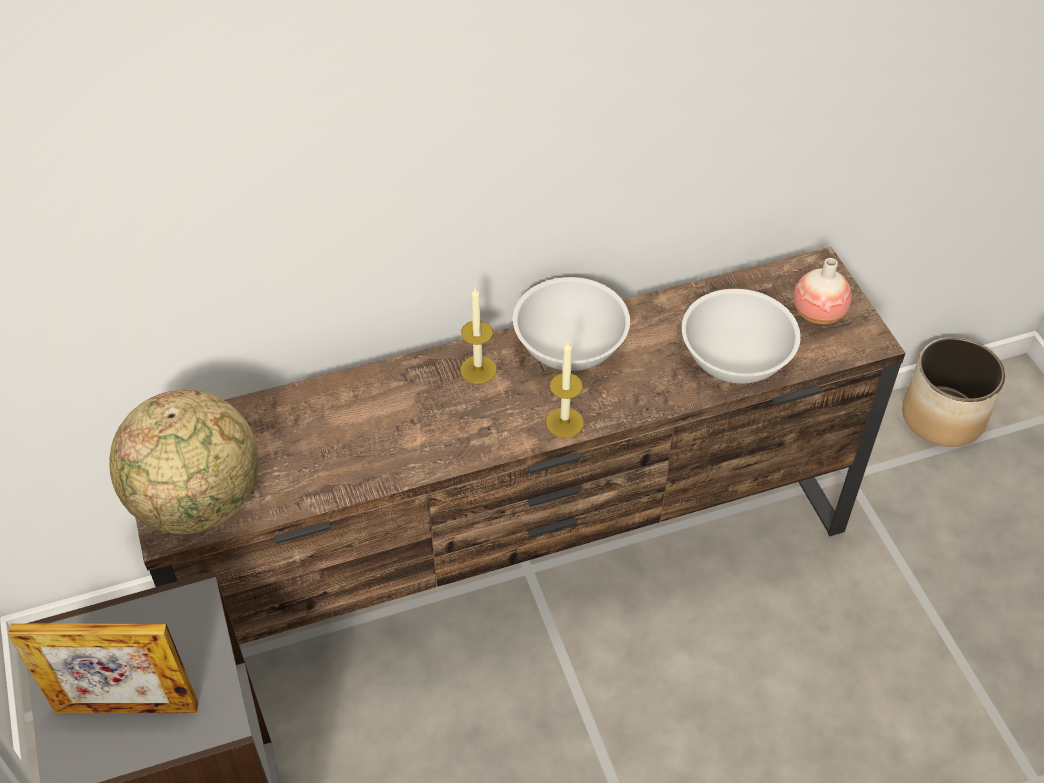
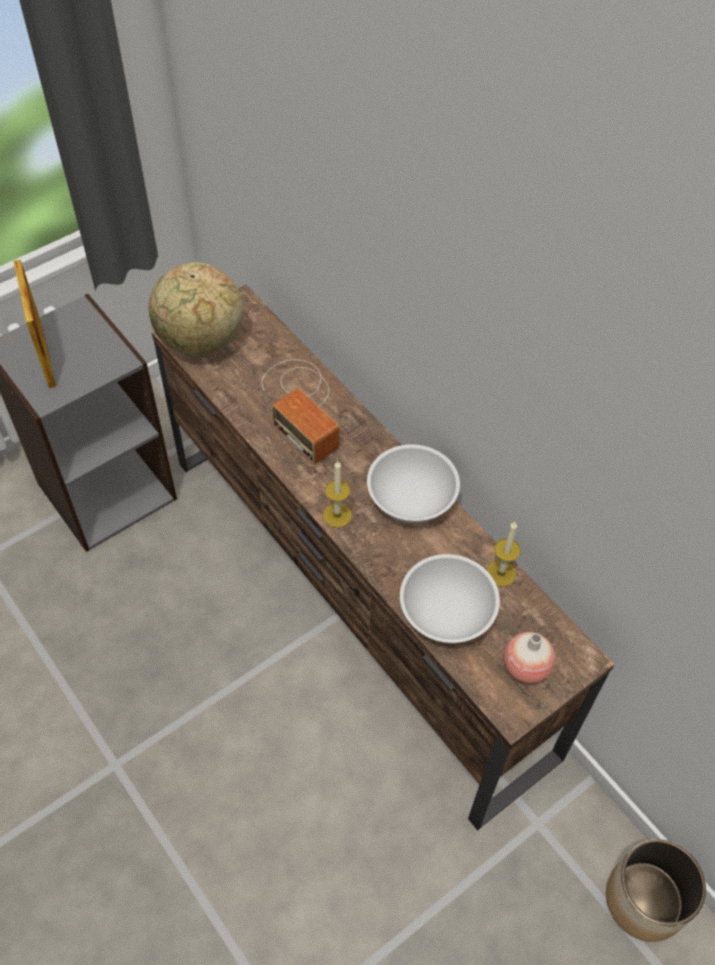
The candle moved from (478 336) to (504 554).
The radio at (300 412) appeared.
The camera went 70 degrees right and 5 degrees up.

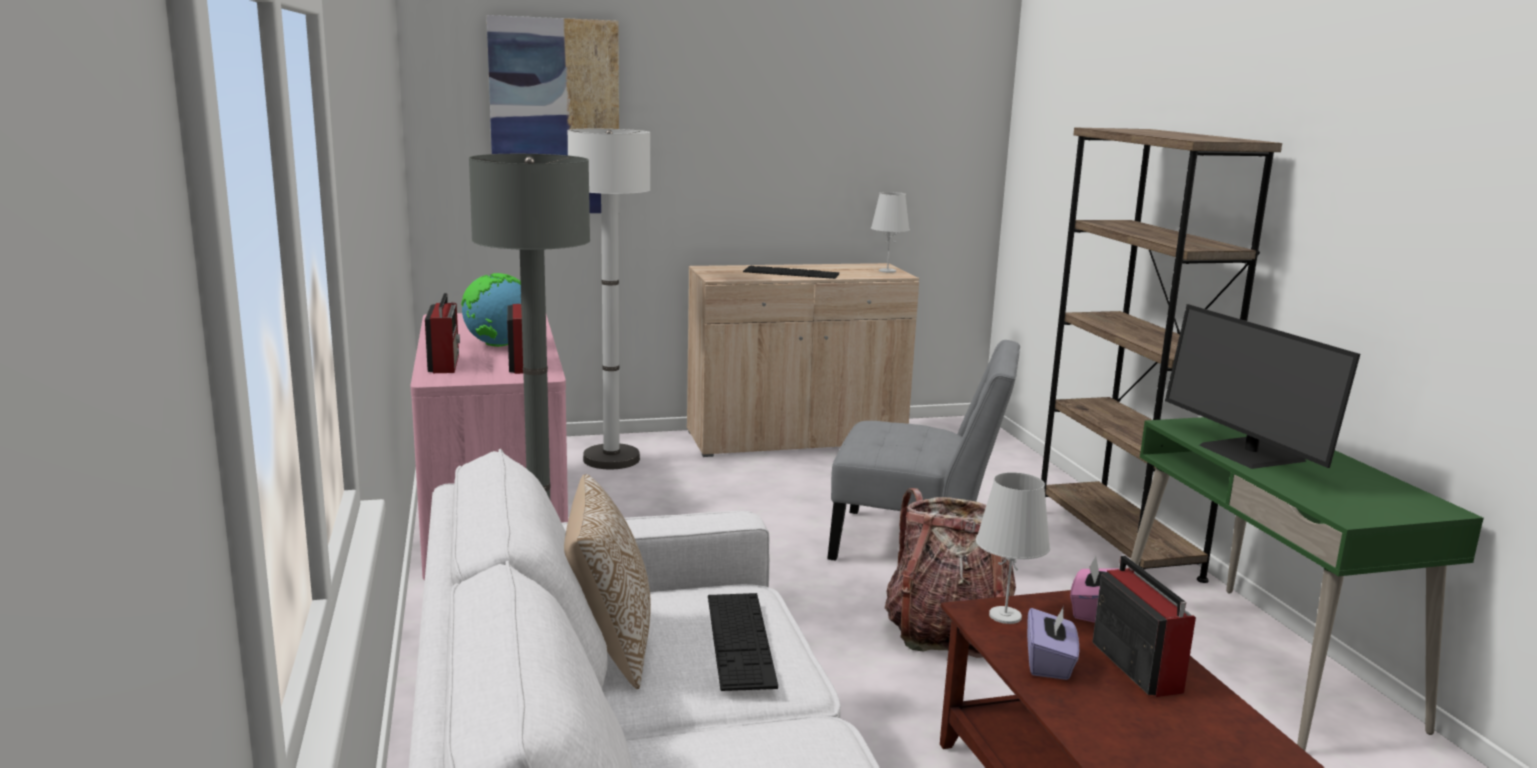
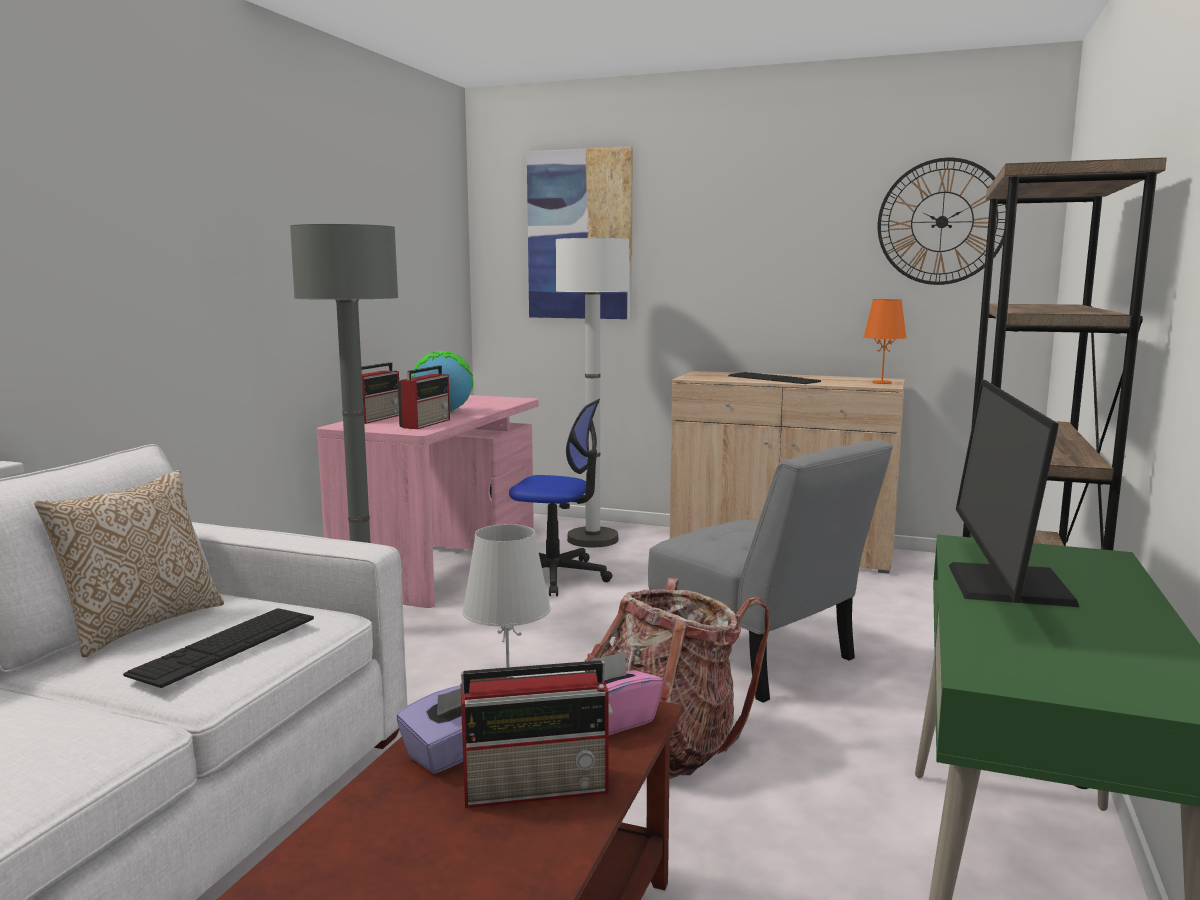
The table lamp (white) at (890 232) became the table lamp (orange) at (885 341).
The radio at (1144 626) turned 60 degrees clockwise.
The office chair at (560 497) appeared.
The wall clock at (942 221) appeared.
The camera went 35 degrees right and 5 degrees down.

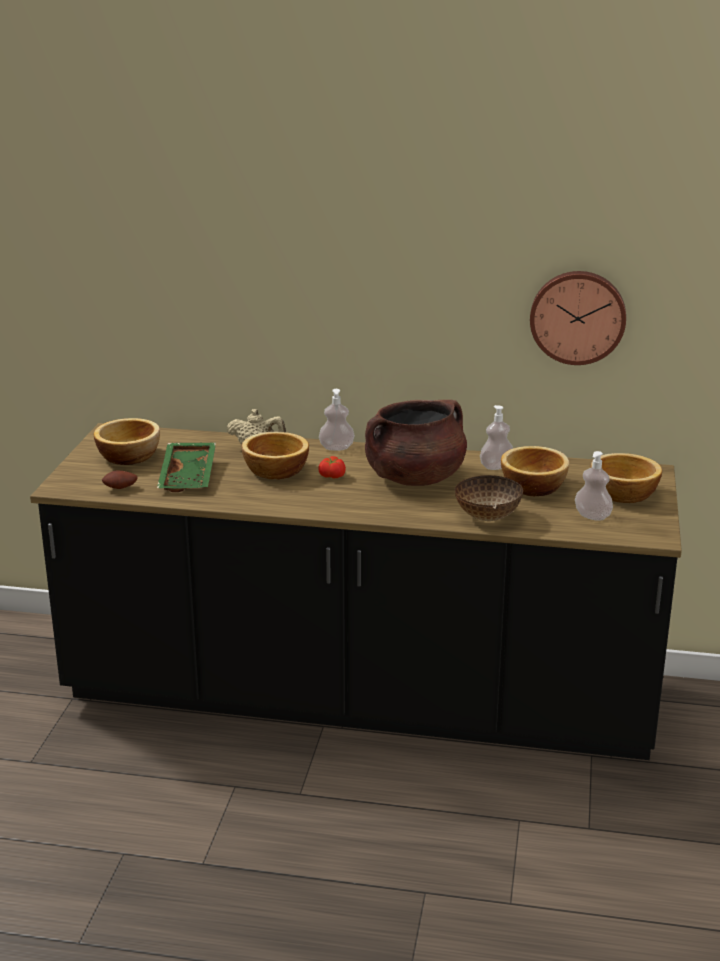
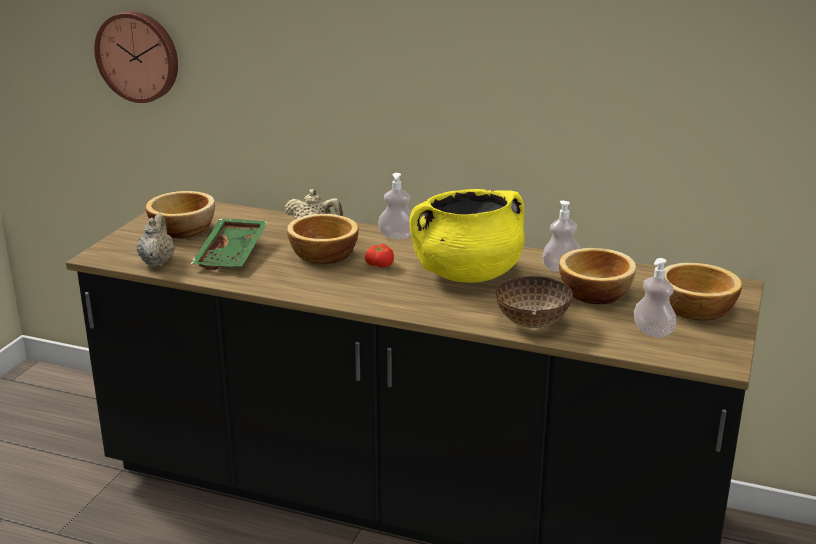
The potato at (119 480) was replaced by the teapot (beige) at (155 240).
The cooking pot (brown) at (416 442) became the cooking pot (yellow) at (467 236).
The wall clock moved from (578 318) to (136 57).
The camera went 10 degrees right and 0 degrees up.

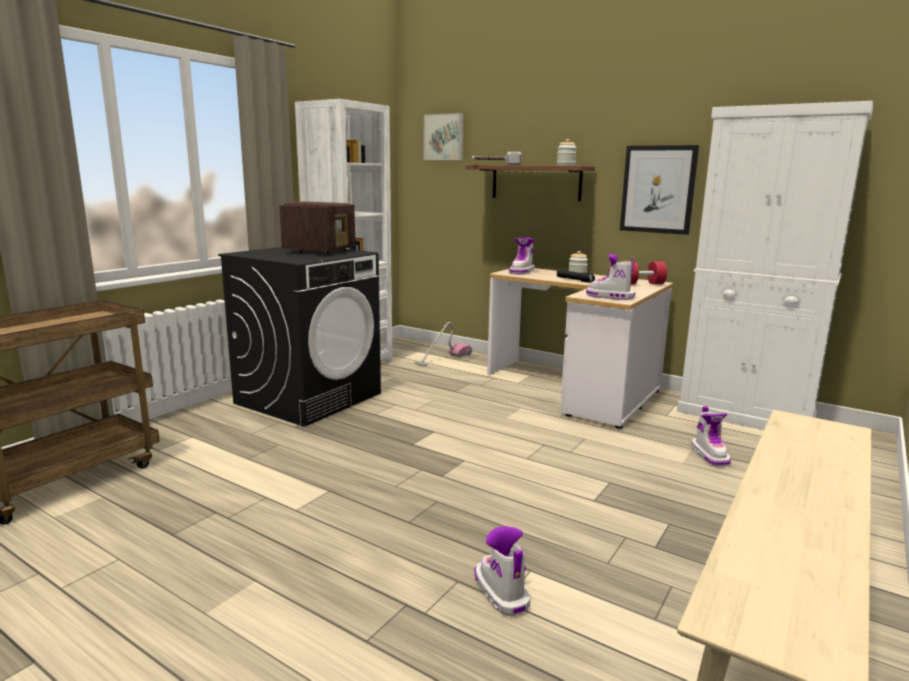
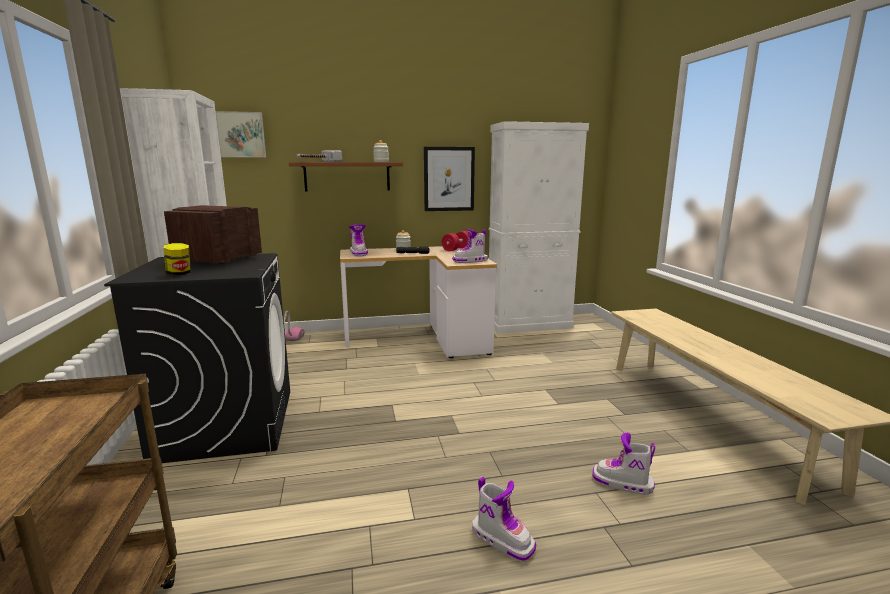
The radio at (317 228) turned 135 degrees counterclockwise.
The boot moved from (711 436) to (504 519).
The jar at (177 259) appeared.
The camera went 45 degrees left and 0 degrees up.

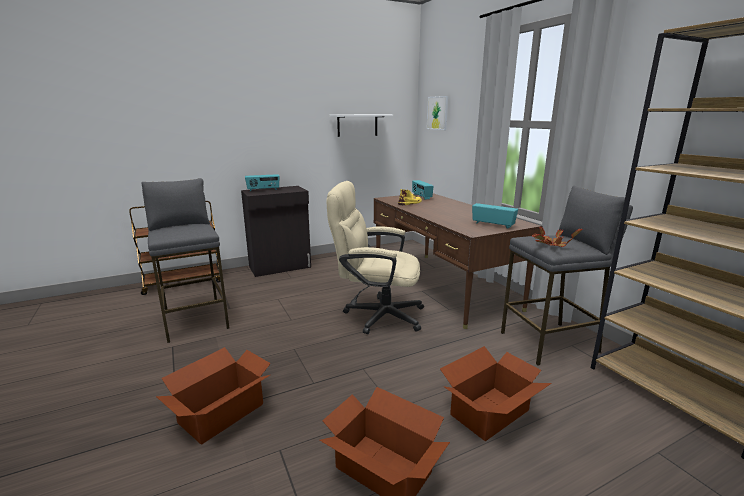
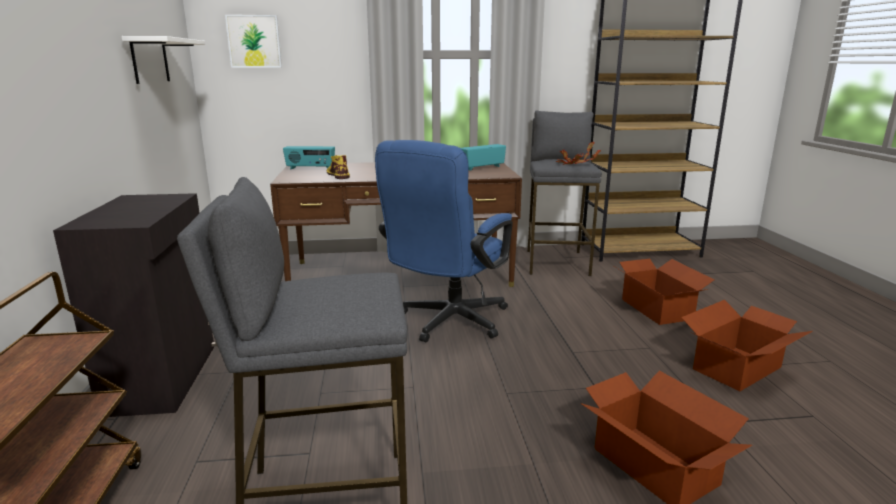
The radio at (262 182) disappeared.
The office chair (beige) at (375 257) became the office chair (blue) at (444 241).
The camera went 70 degrees left and 0 degrees up.

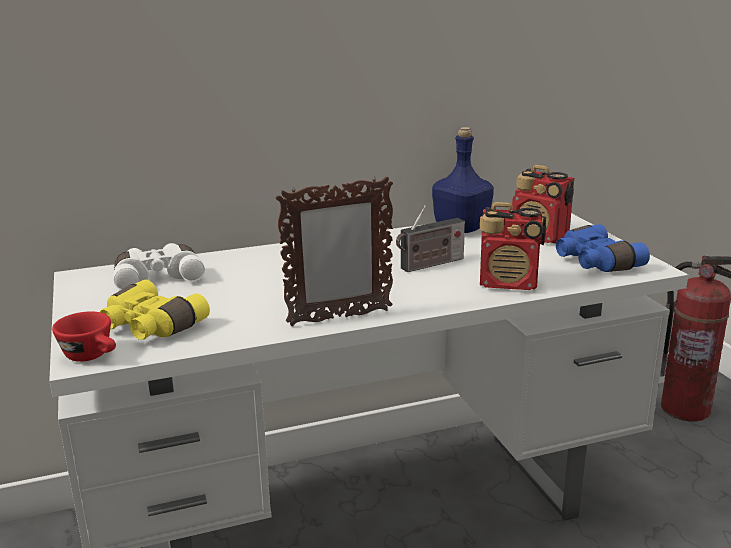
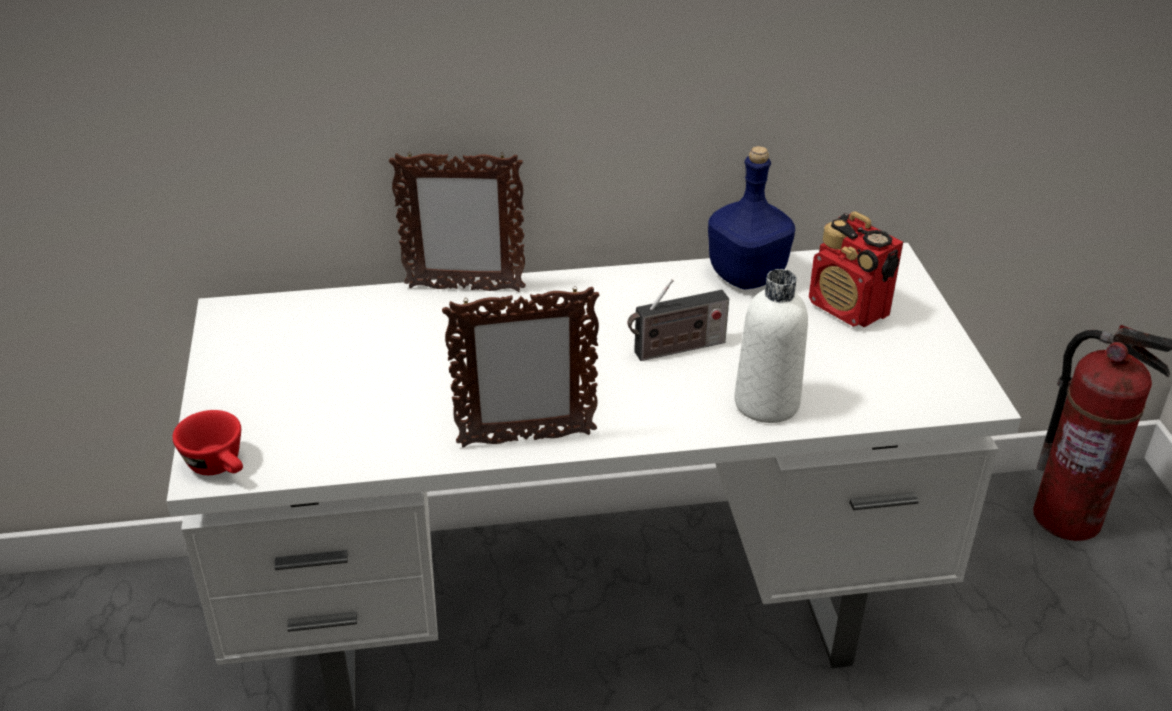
The binoculars (yellow) at (155 310) disappeared.
The binoculars (white) at (159 266) disappeared.
The radio at (513 246) was replaced by the bottle (white) at (771 346).
The binoculars (blue) at (603 248) disappeared.
The picture frame at (457 222) appeared.
The camera went 10 degrees right and 15 degrees up.

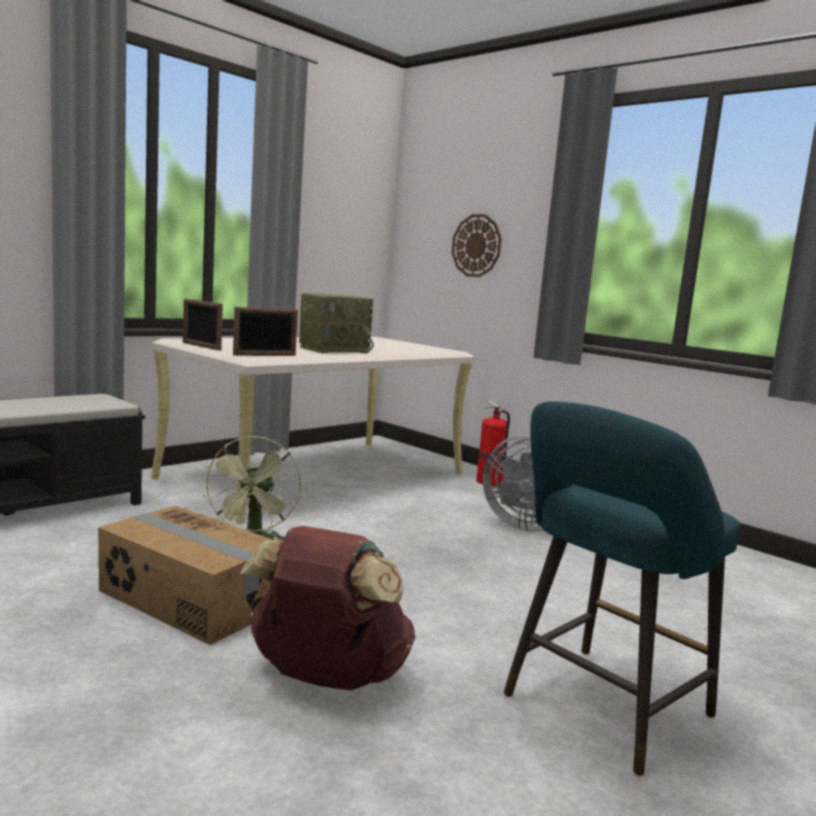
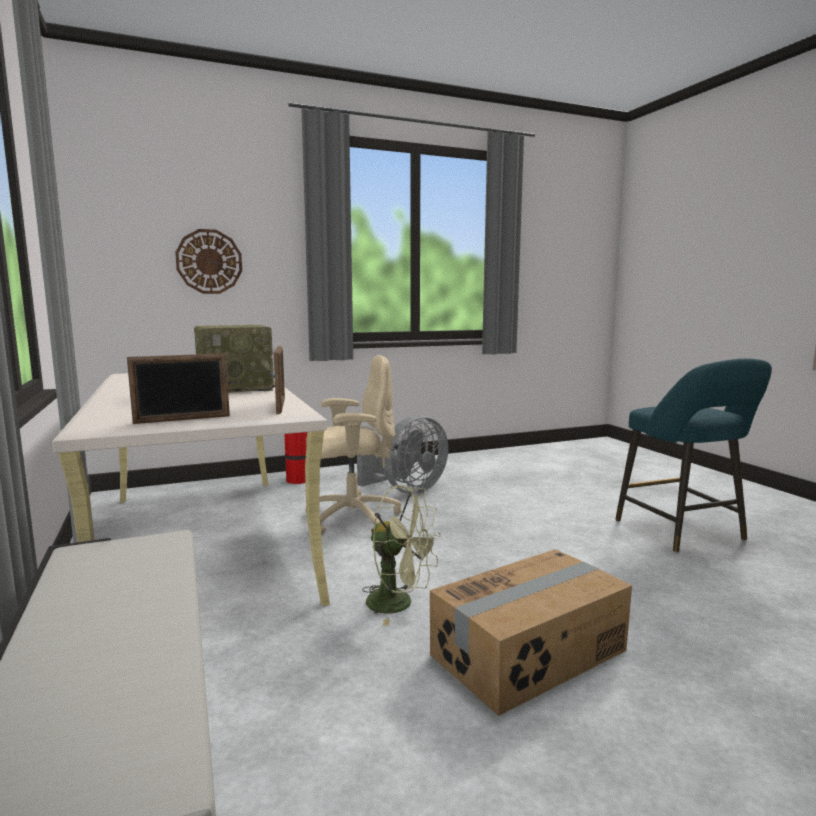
The backpack (brown) at (327 608) disappeared.
The radio at (336 323) turned 75 degrees clockwise.
The office chair (beige) at (353 445) appeared.
The camera went 65 degrees left and 0 degrees up.

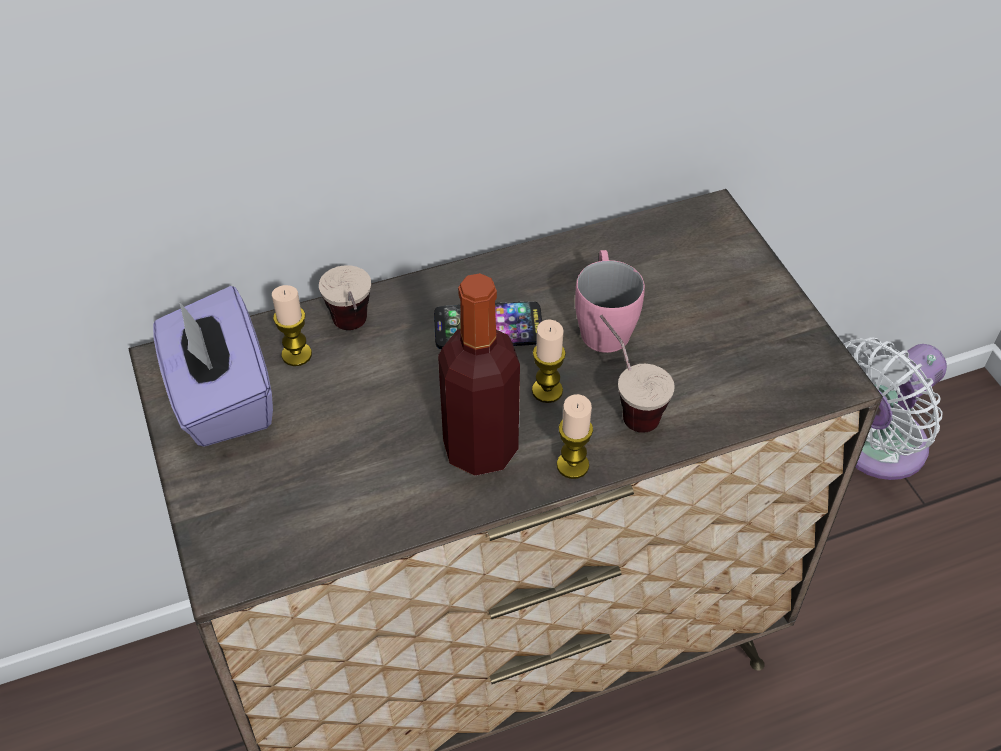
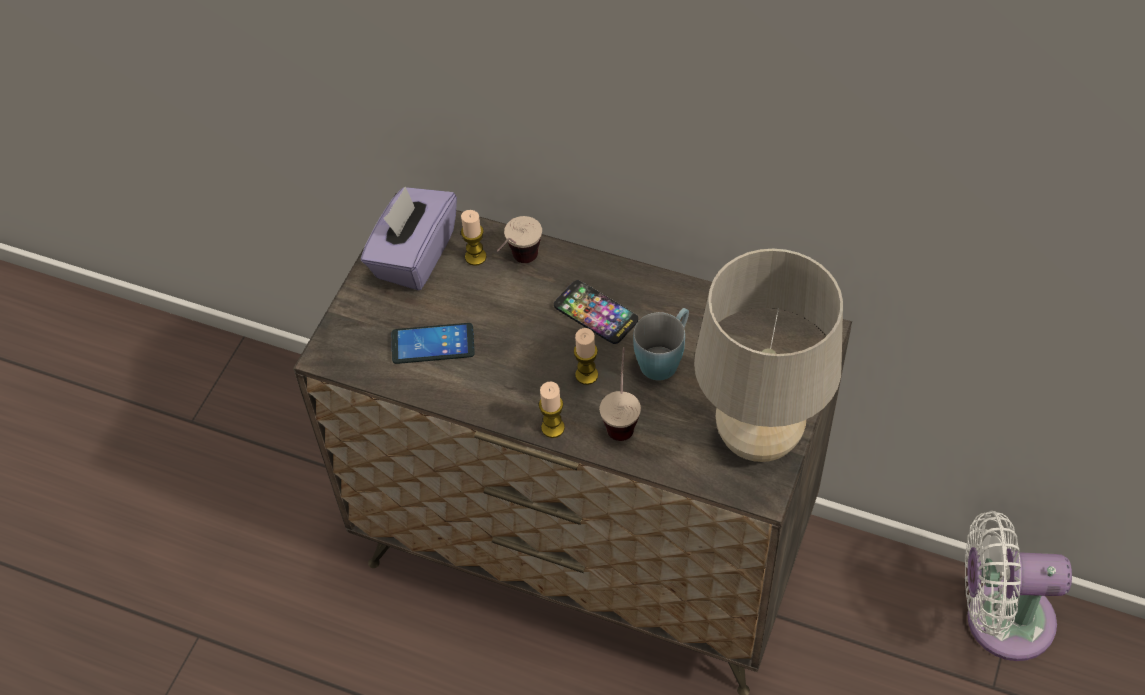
The bottle at (479 374) disappeared.
The mug (pink) at (610 301) became the mug (blue) at (661 344).
The phone at (433 343) appeared.
The table lamp (beige) at (768 355) appeared.
The camera went 45 degrees right and 5 degrees up.

